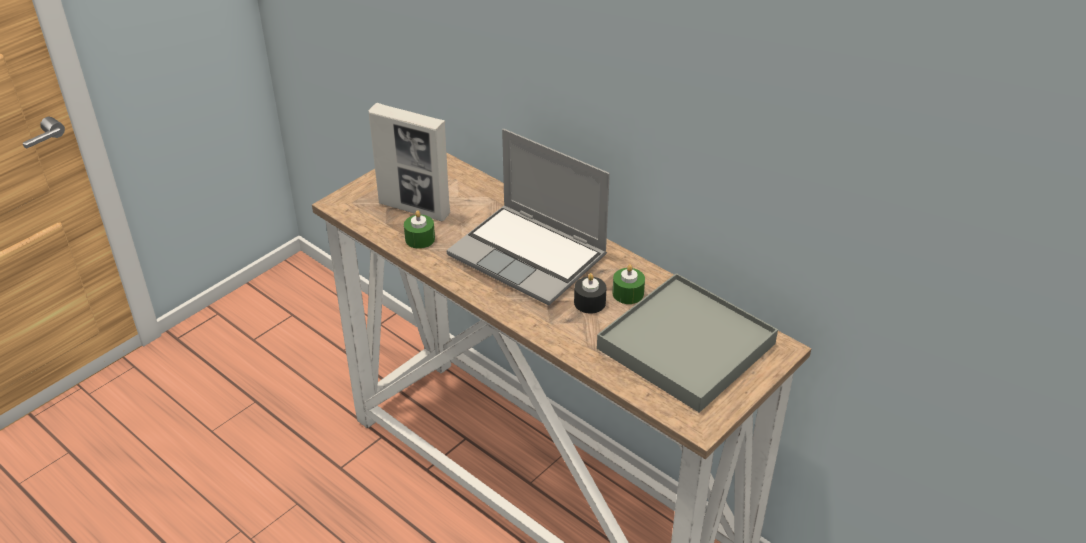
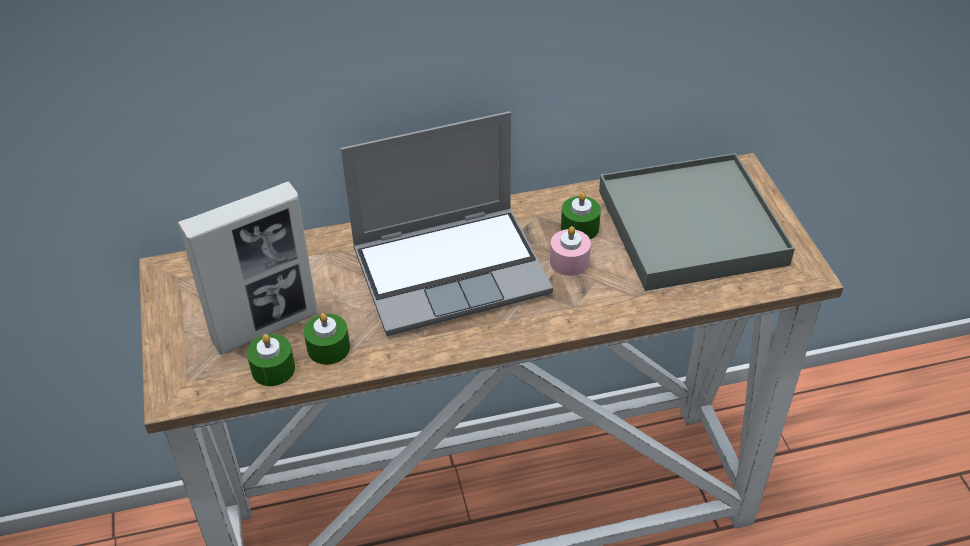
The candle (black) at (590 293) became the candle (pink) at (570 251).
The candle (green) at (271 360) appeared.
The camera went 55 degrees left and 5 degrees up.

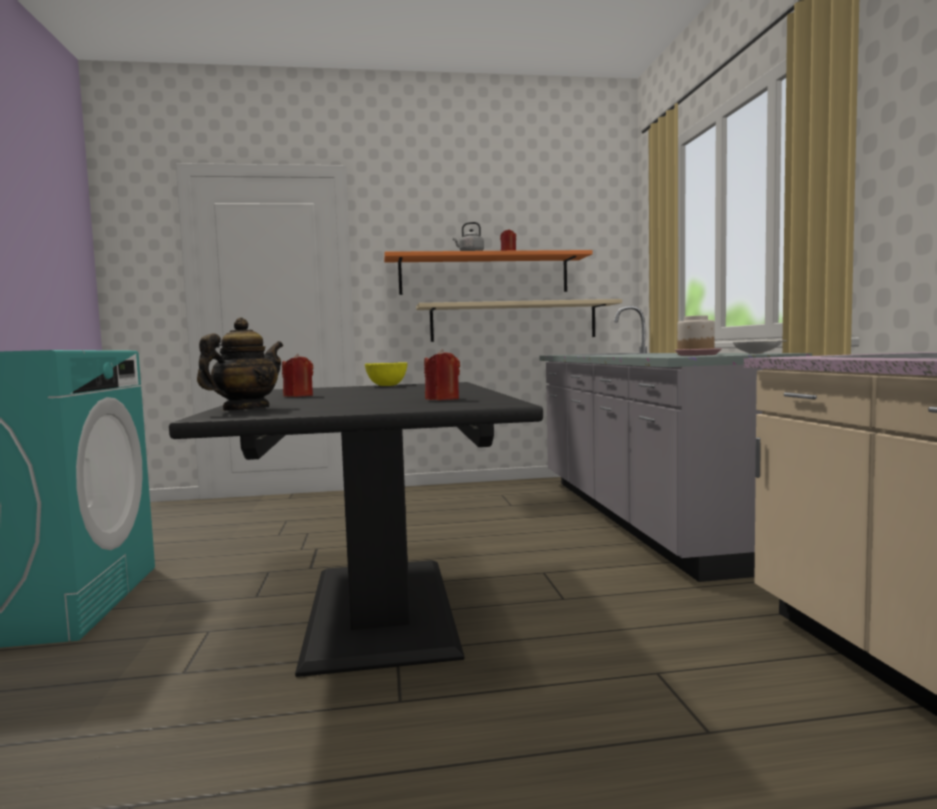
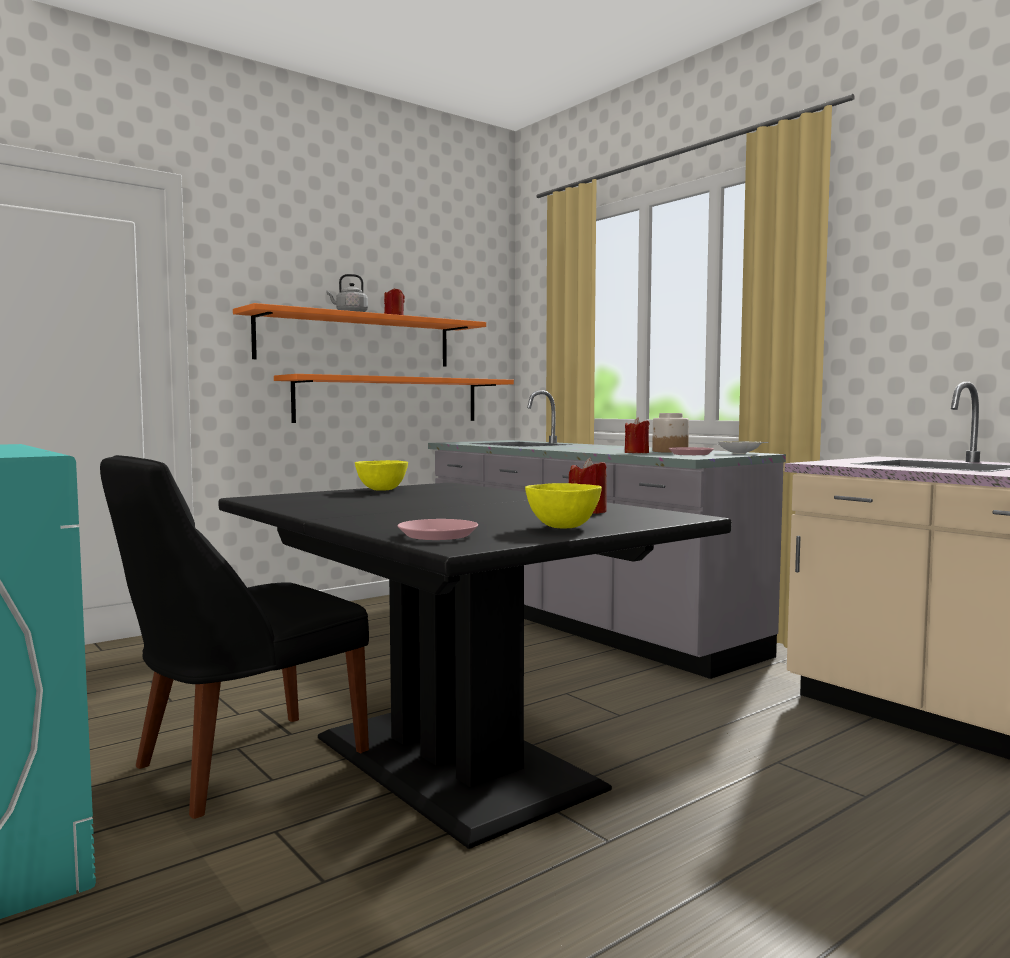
The teapot at (240 364) was replaced by the plate (pink) at (437 529).
The candle (red) moved from (297 375) to (637 435).
The shelf (beige) at (519 320) became the shelf (orange) at (394 398).
The chair (black) at (234 637) appeared.
The bowl (yellow) at (563 505) appeared.
The camera went 30 degrees left and 0 degrees up.

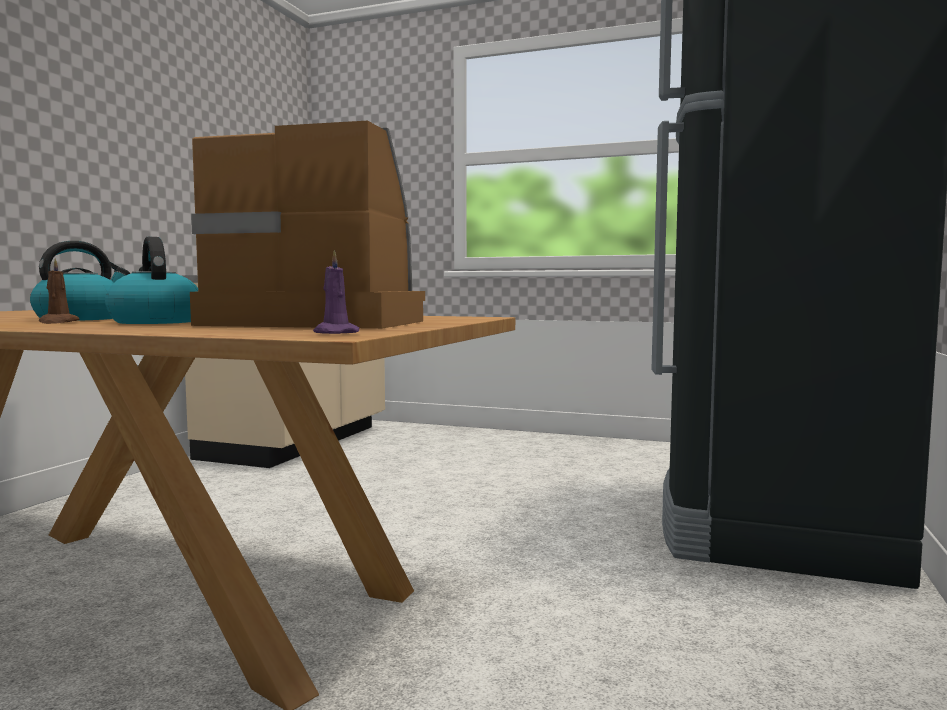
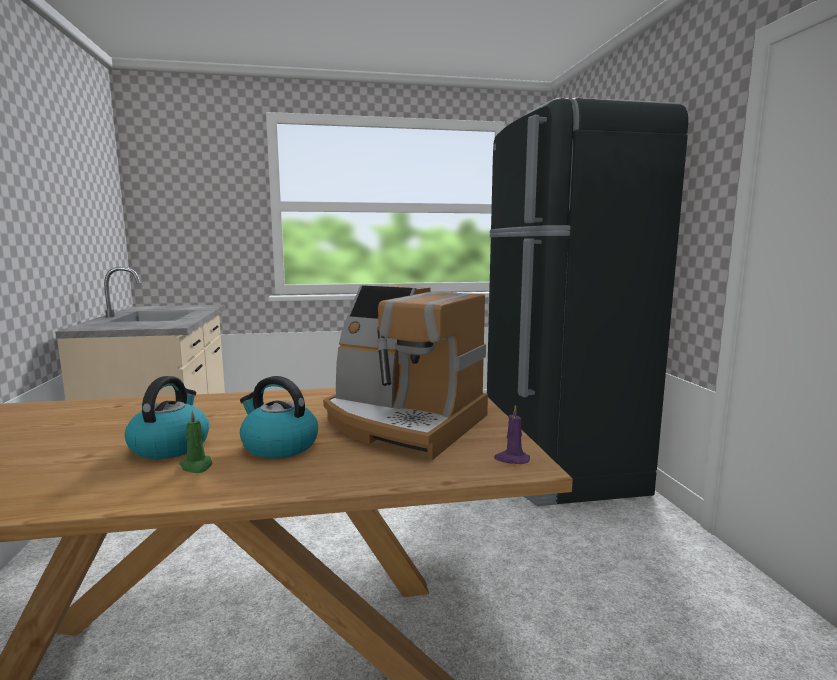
The candle (brown) at (59 291) became the candle (green) at (195 441).
The coffee machine at (307 224) turned 135 degrees counterclockwise.
The camera went 30 degrees left and 5 degrees up.

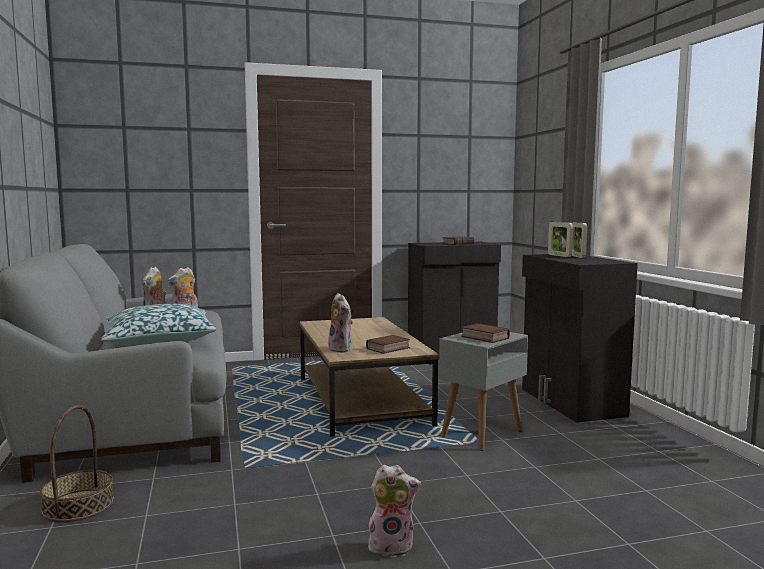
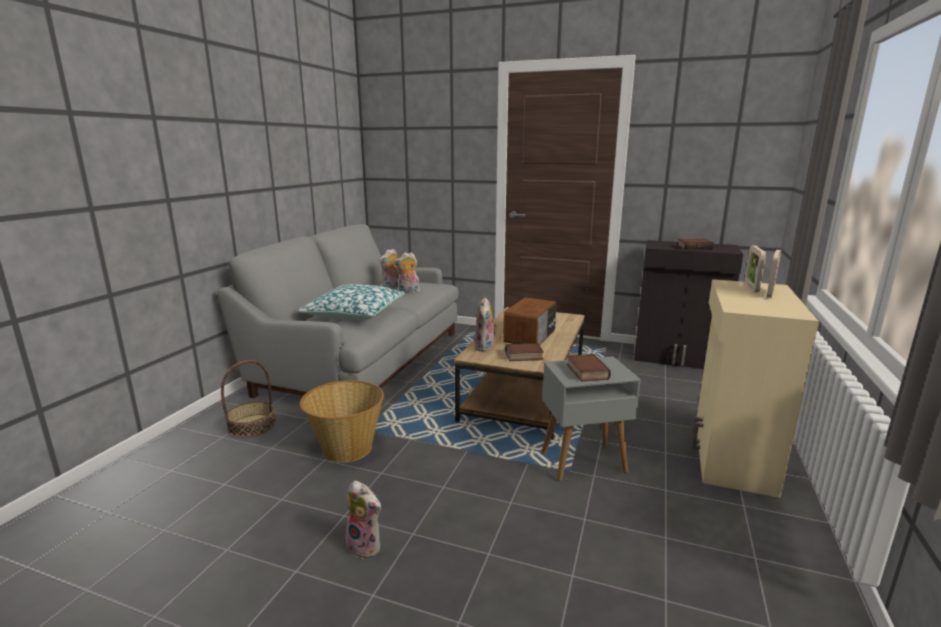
The cabinet (black) at (580 338) became the cabinet (beige) at (755 388).
The basket at (342 421) appeared.
The radio at (530 321) appeared.
The camera went 35 degrees right and 10 degrees up.

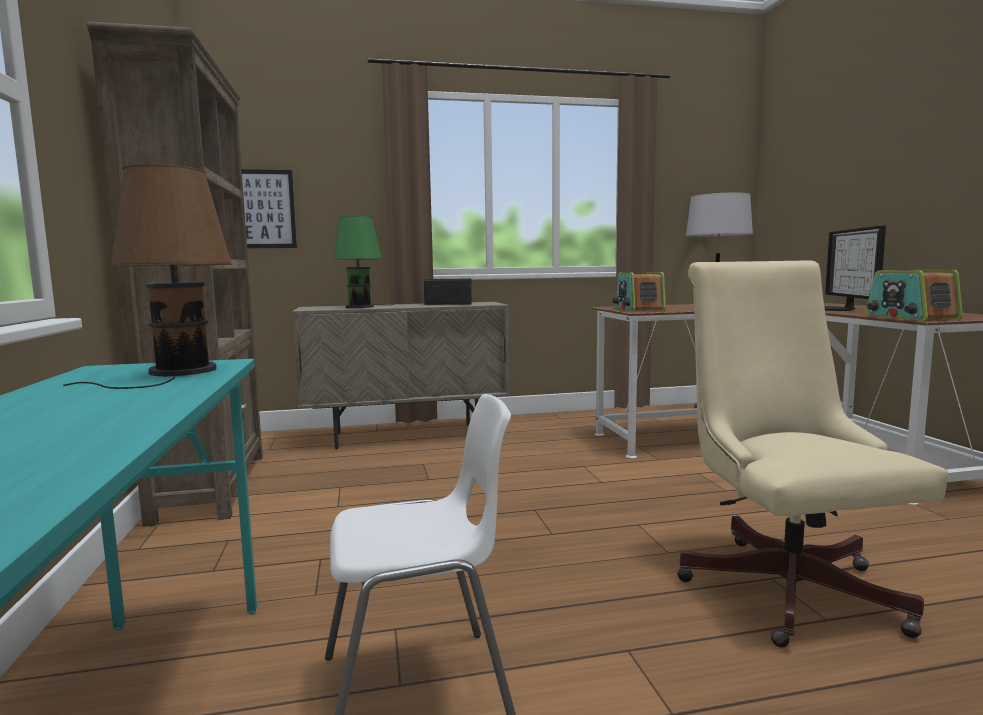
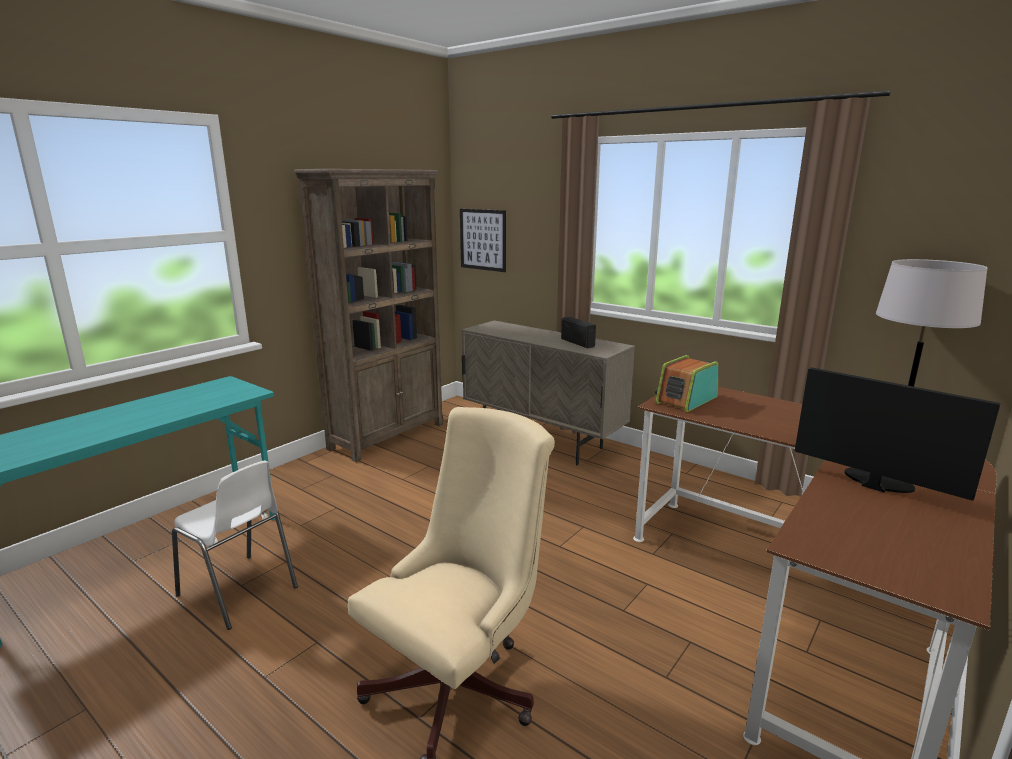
The table lamp (brown) at (148 276) disappeared.
The table lamp (green) at (363 262) disappeared.
The monitor at (855 268) turned 75 degrees clockwise.
The radio at (914 295) disappeared.
The camera went 50 degrees right and 10 degrees up.

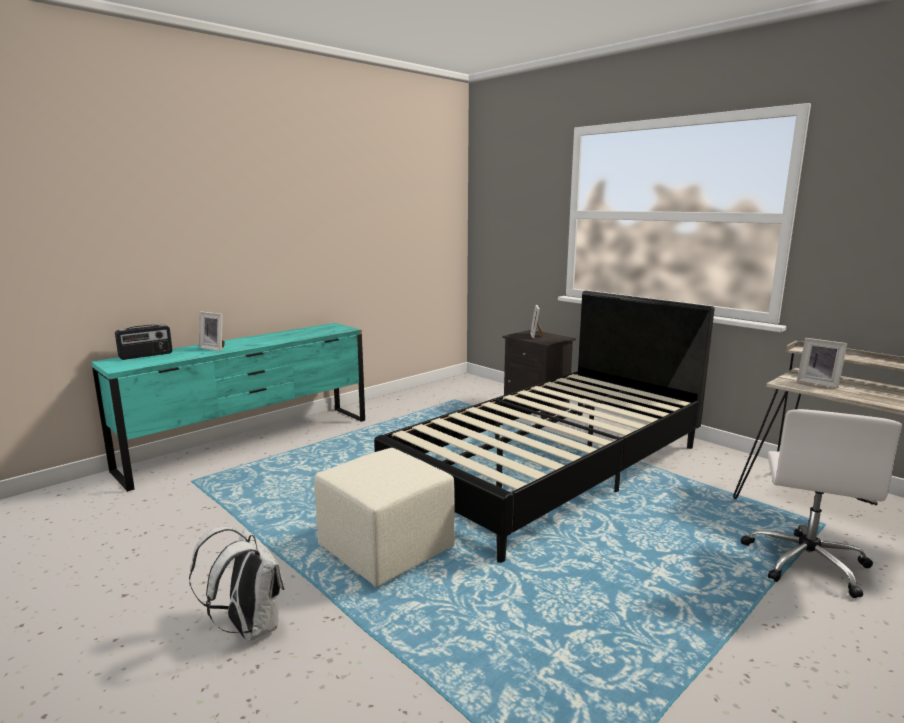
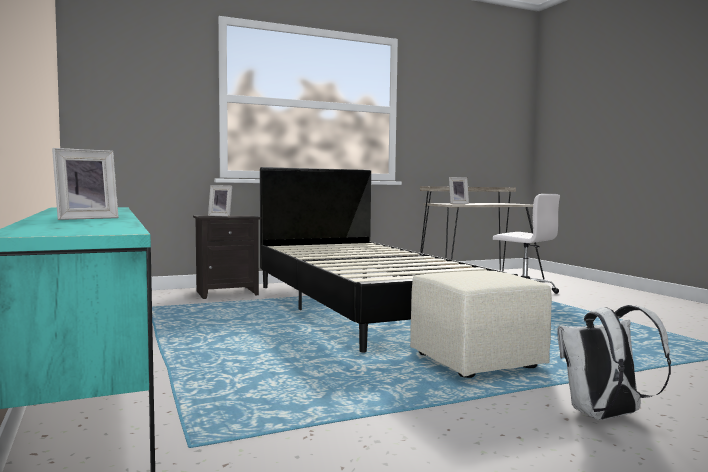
The radio at (144 342) disappeared.
The camera went 70 degrees left and 10 degrees down.

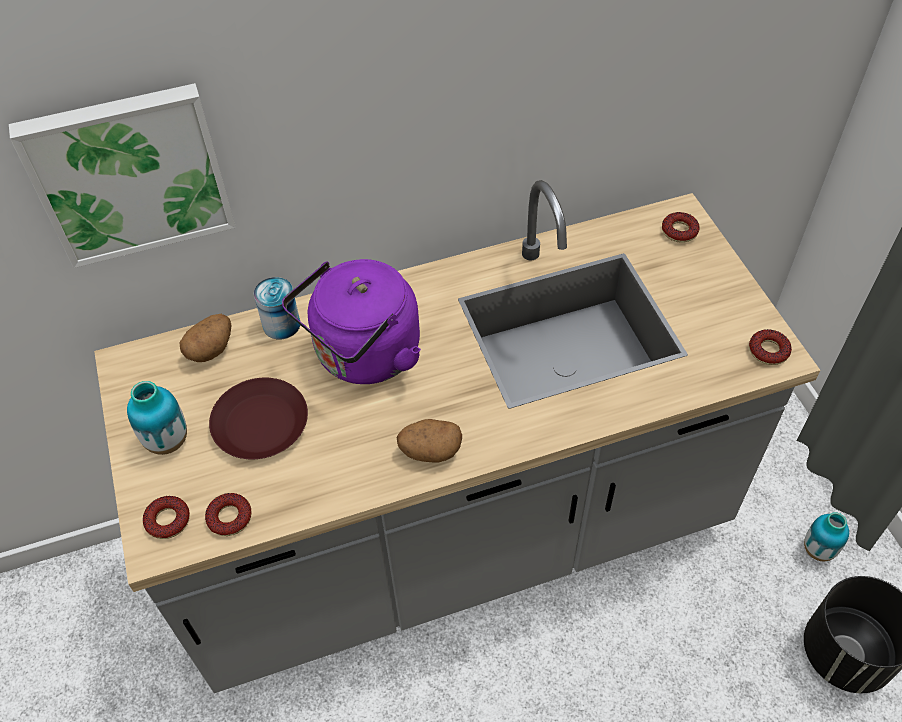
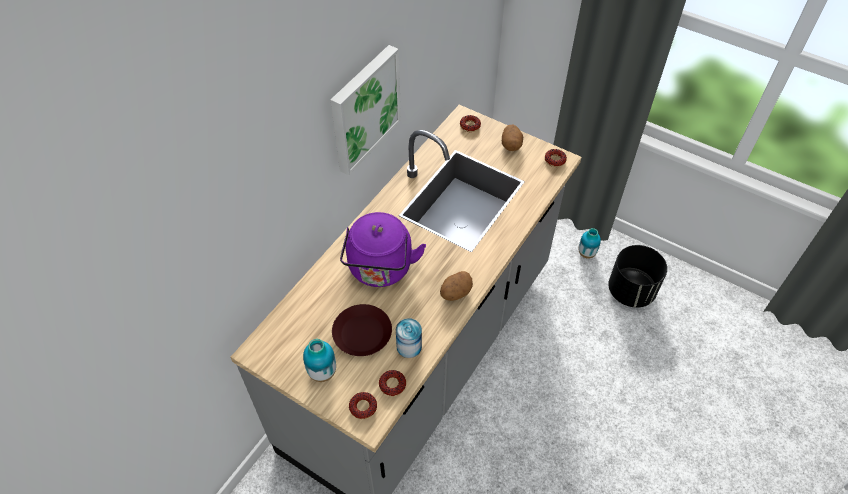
The picture moved from (122 175) to (365 110).
The potato moved from (206 338) to (512 138).
The can moved from (277 308) to (409 338).
The camera went 40 degrees left and 0 degrees up.

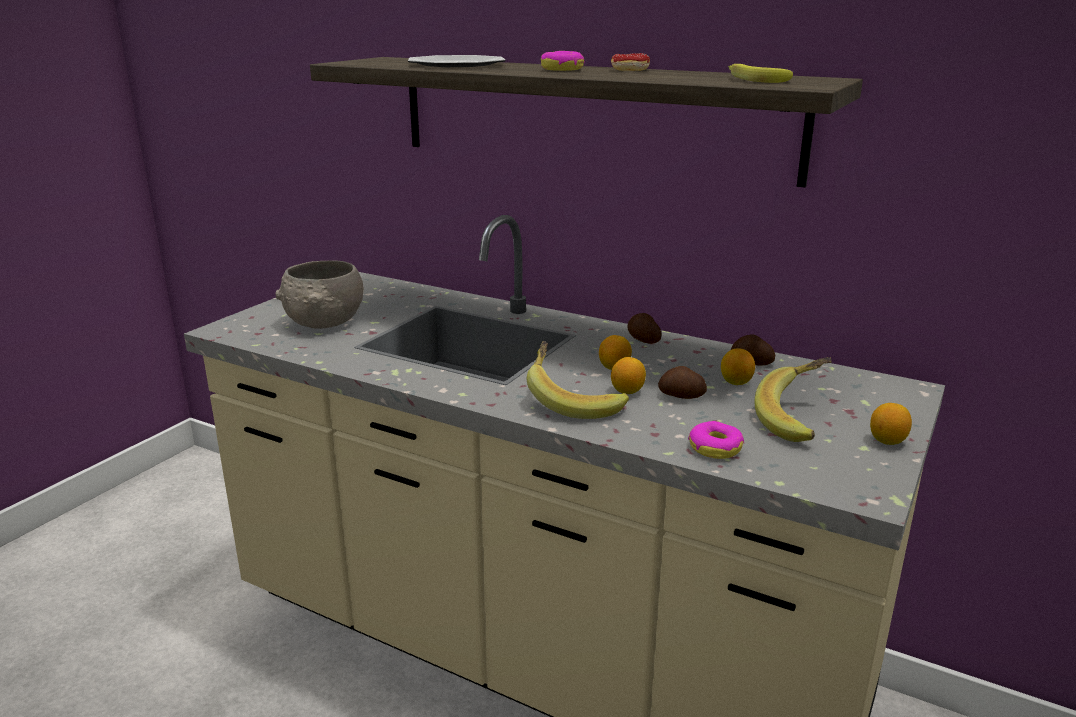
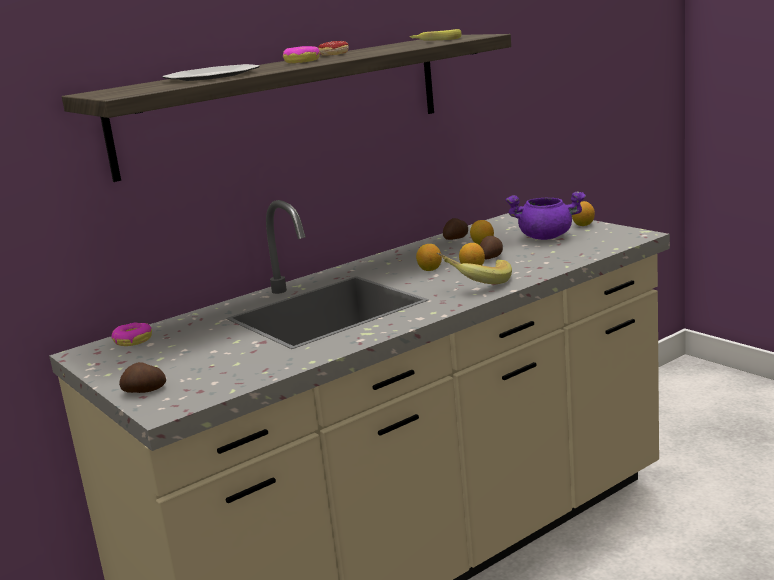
The bowl (grey) at (320 294) disappeared.
The potato moved from (644 328) to (142 377).
The donut moved from (716 440) to (131 334).
The banana at (793 399) was replaced by the cooking pot (purple) at (546 216).
The camera went 65 degrees left and 5 degrees down.

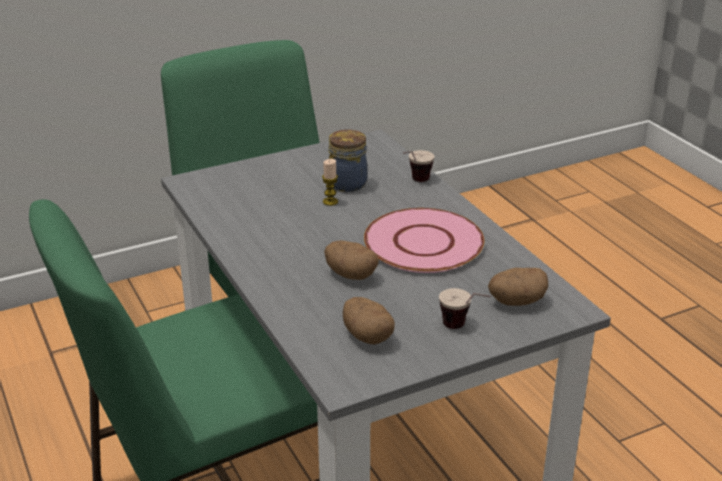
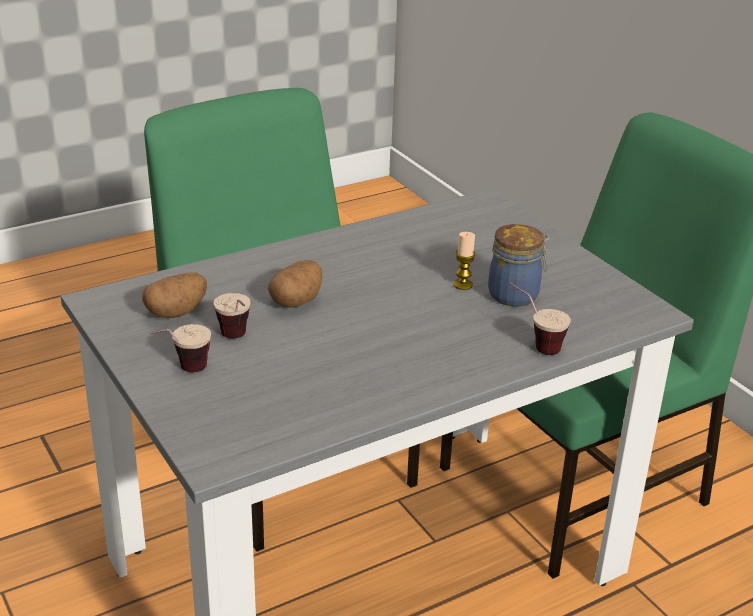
The plate (pink) at (424 240) disappeared.
The potato at (518 287) disappeared.
The cup at (232 316) appeared.
The camera went 85 degrees right and 0 degrees up.

